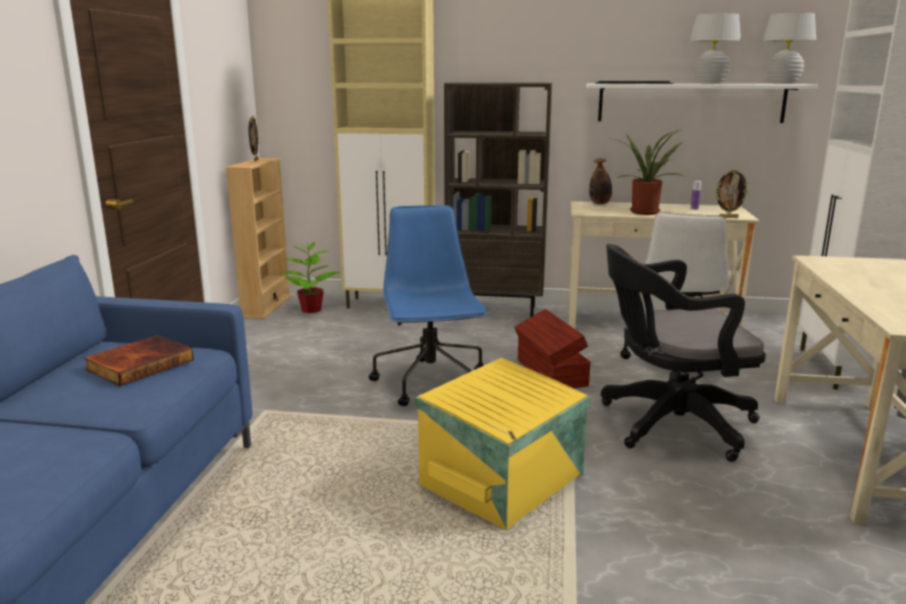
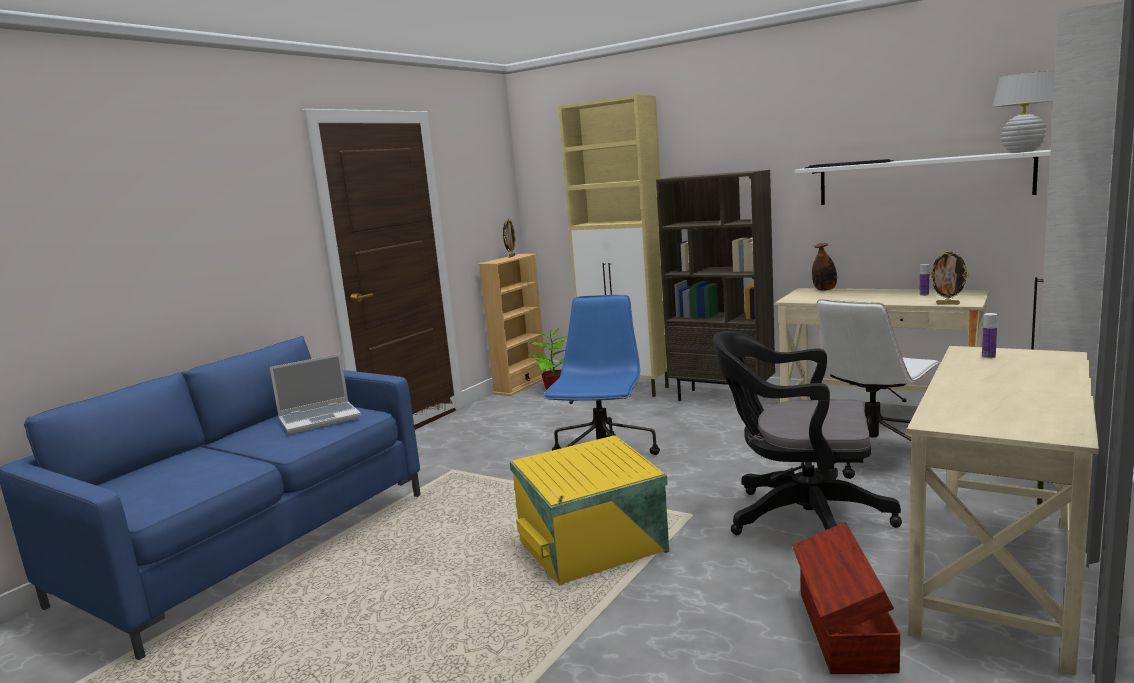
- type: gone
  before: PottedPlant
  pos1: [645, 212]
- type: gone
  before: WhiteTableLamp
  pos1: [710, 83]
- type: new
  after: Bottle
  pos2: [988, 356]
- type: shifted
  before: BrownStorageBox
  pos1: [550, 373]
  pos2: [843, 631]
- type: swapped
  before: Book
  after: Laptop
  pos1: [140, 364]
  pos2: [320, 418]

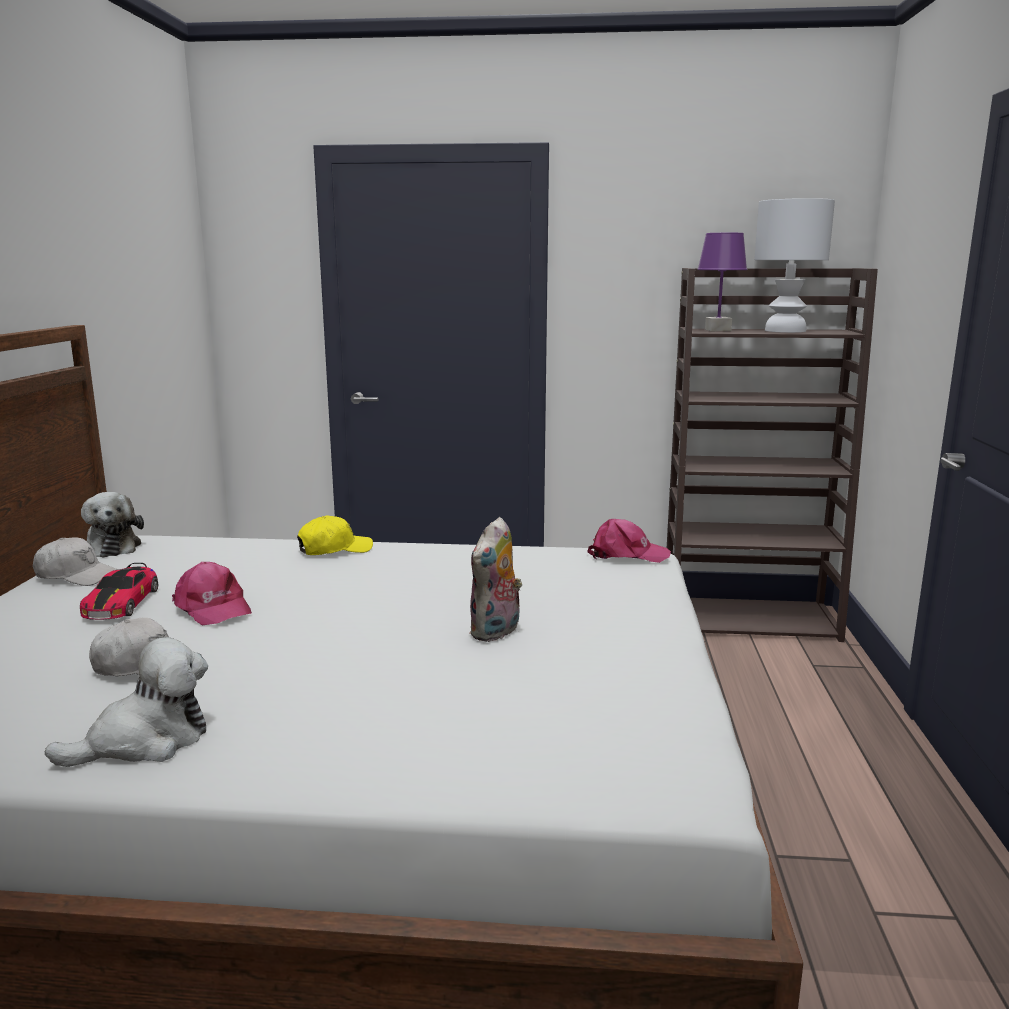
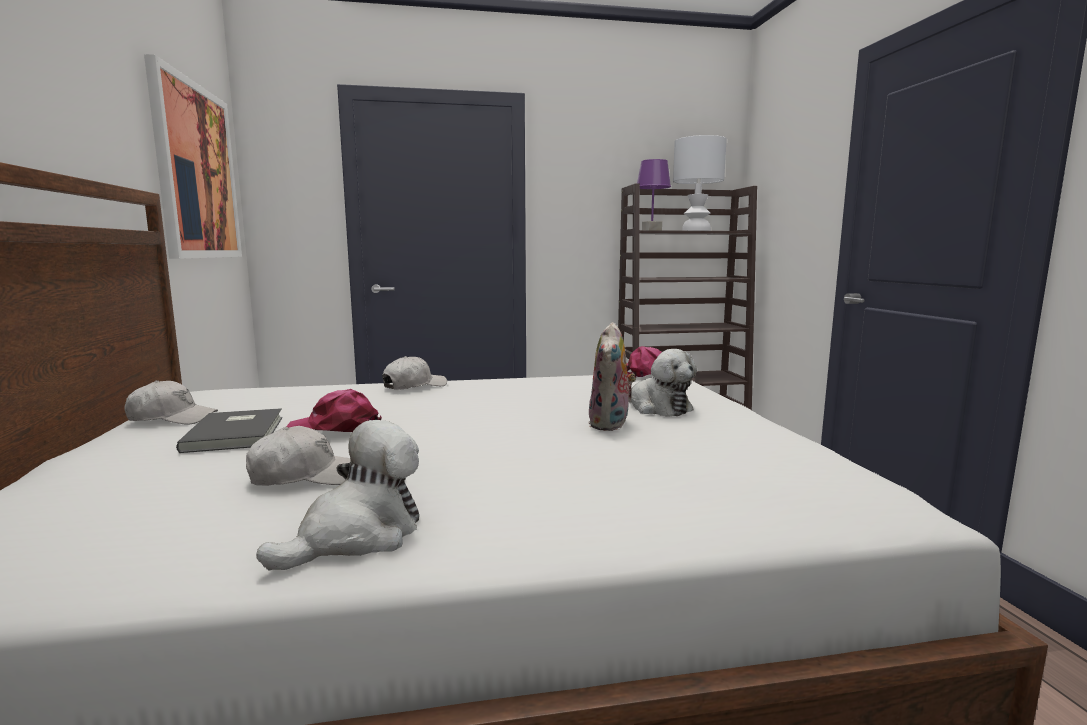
- type: new
  after: Picture
  pos2: [196, 172]
- type: shifted
  before: PlushToy
  pos1: [111, 546]
  pos2: [656, 407]
- type: swapped
  before: ToyCar
  after: GreyBook
  pos1: [122, 603]
  pos2: [238, 433]
- type: repainted
  before: YellowCap
  after: WhiteCap
  pos1: [334, 549]
  pos2: [414, 386]
- type: rotated
  before: PinkCap
  pos1: [212, 607]
  pos2: [336, 429]
  turn: 150

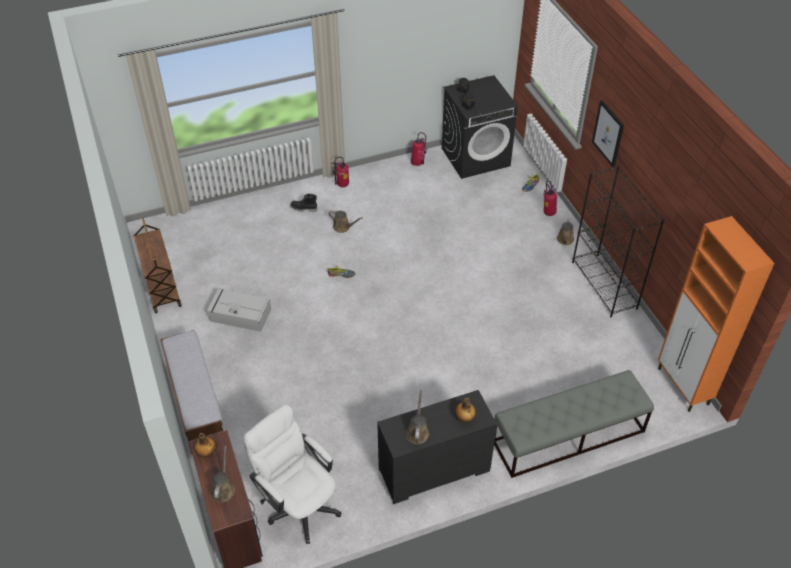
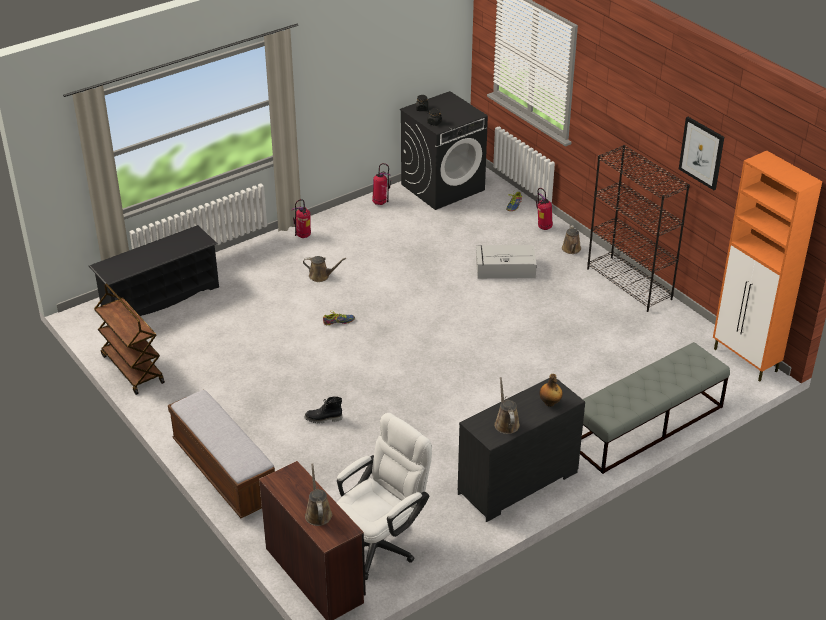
- type: gone
  before: Bottle
  pos1: [207, 453]
- type: new
  after: BlackShoeRack
  pos2: [160, 298]
- type: shifted
  before: GreyStorageBox
  pos1: [239, 315]
  pos2: [504, 268]
- type: shifted
  before: BlackBoot
  pos1: [303, 208]
  pos2: [323, 419]
- type: shifted
  before: Picture
  pos1: [608, 133]
  pos2: [702, 153]
- type: rotated
  before: WhiteOfficeChair
  pos1: [298, 503]
  pos2: [381, 542]
  turn: 105

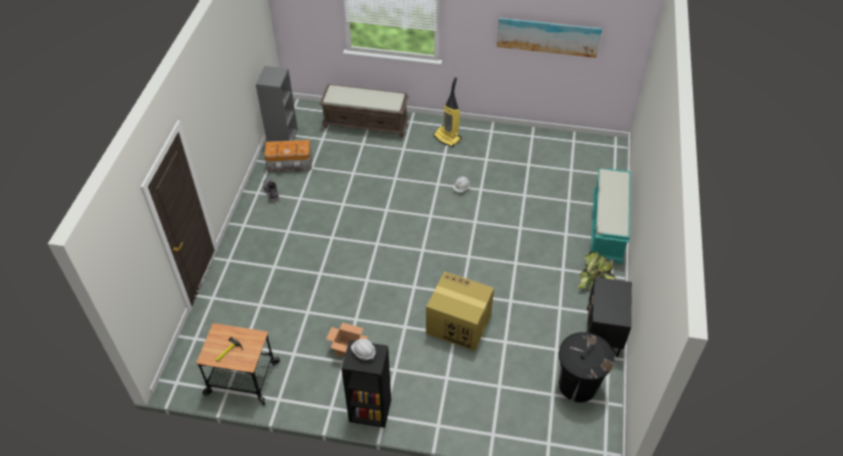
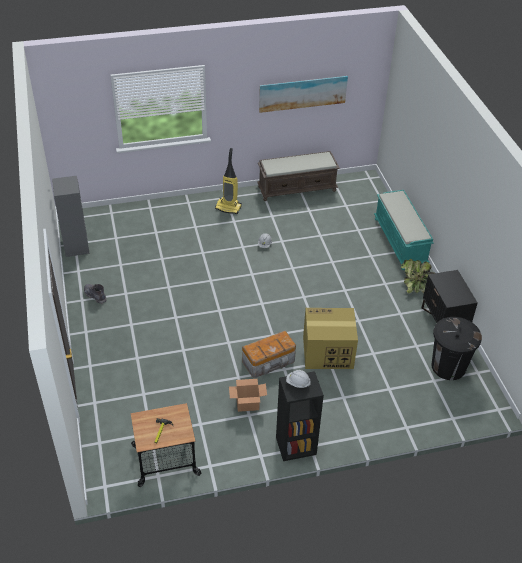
- type: shifted
  before: StorageBox
  pos1: [290, 164]
  pos2: [269, 361]
- type: shifted
  before: BrownBench
  pos1: [366, 124]
  pos2: [297, 188]

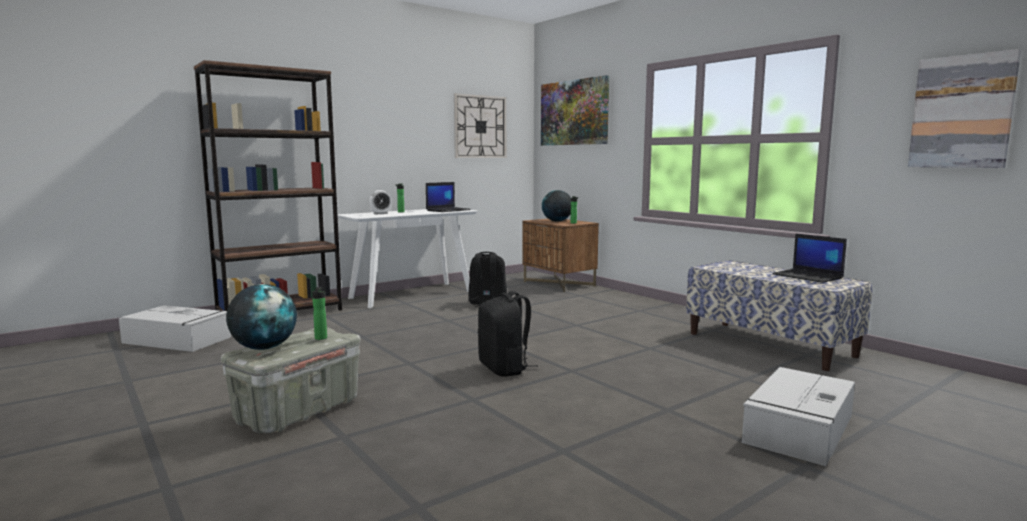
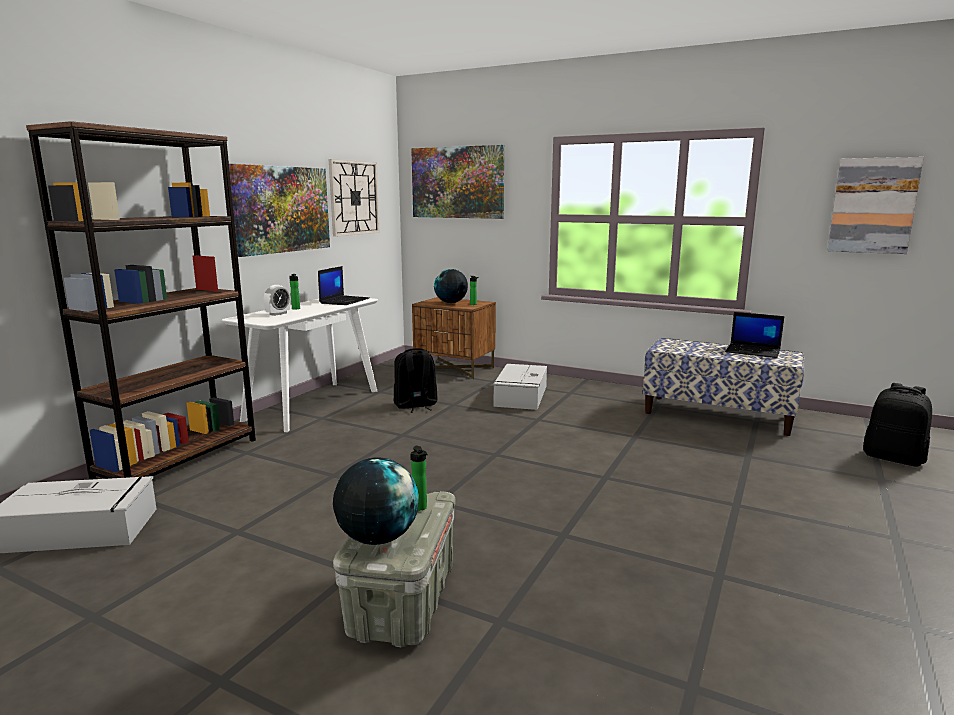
- type: new
  after: Picture
  pos2: [282, 209]
- type: shifted
  before: BlackBackpack
  pos1: [505, 369]
  pos2: [893, 458]
- type: shifted
  before: GreyStorageBox
  pos1: [798, 429]
  pos2: [521, 396]

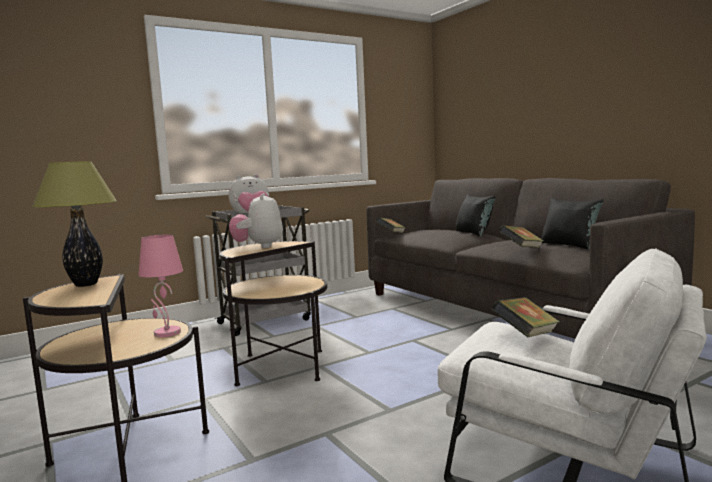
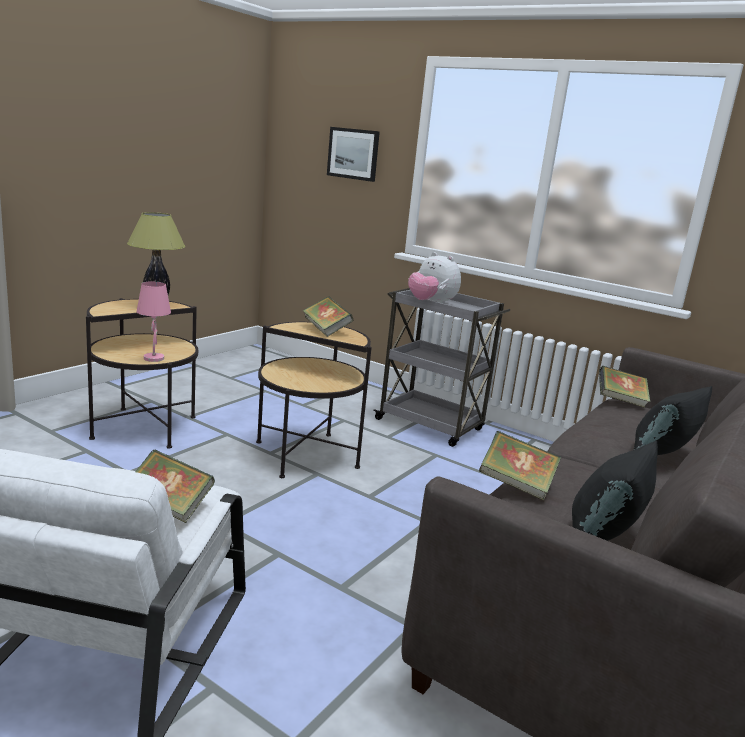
- type: new
  after: Picture
  pos2: [353, 154]
- type: swapped
  before: PlushToy
  after: Book
  pos1: [259, 247]
  pos2: [326, 330]

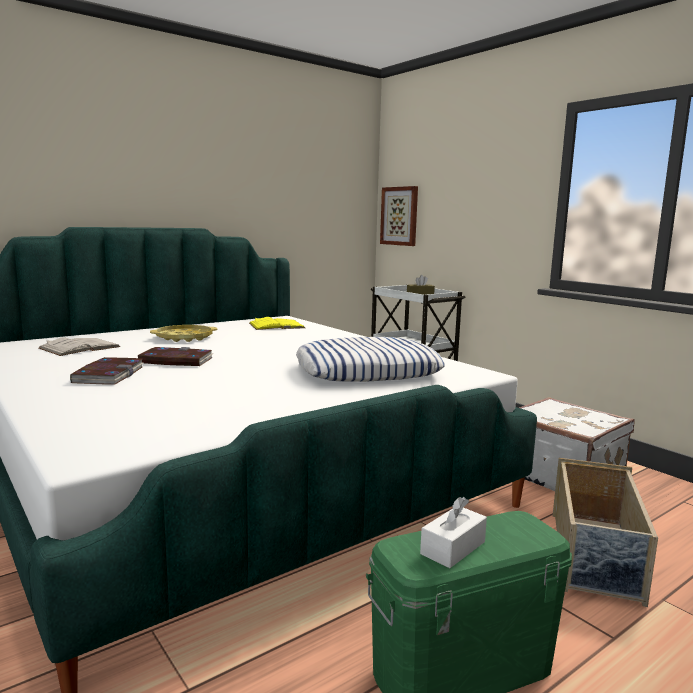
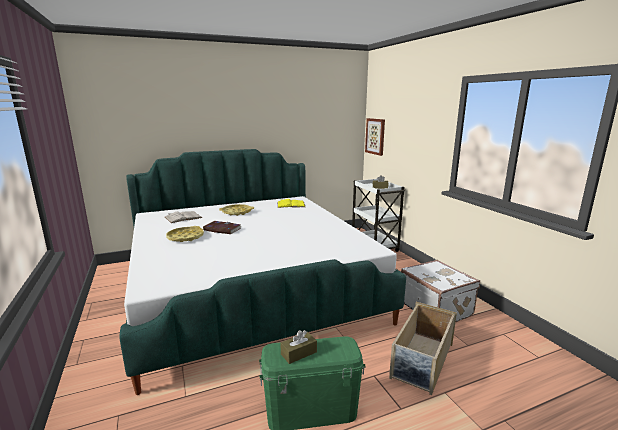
- type: gone
  before: Pillow
  pos1: [368, 371]
- type: swapped
  before: Book
  after: YellowTray
  pos1: [108, 374]
  pos2: [185, 237]
- type: repainted
  before: WhiteTissueBox
  after: BrownTissueBox
  pos1: [453, 548]
  pos2: [298, 353]

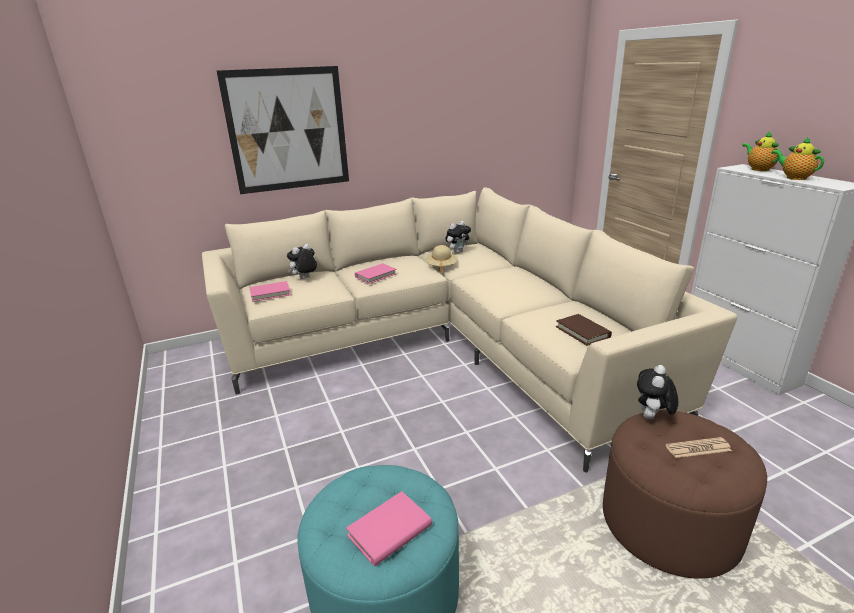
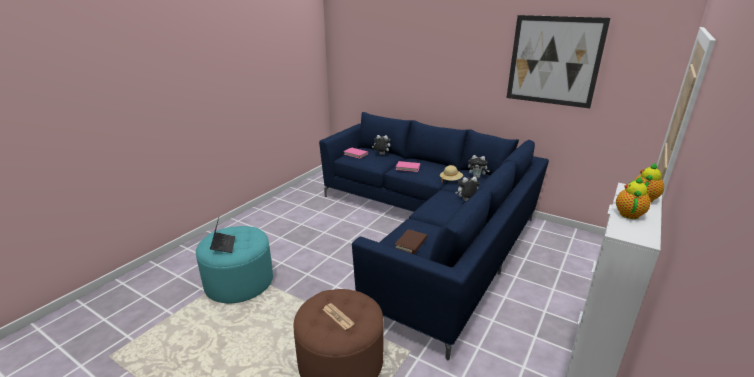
- type: shifted
  before: Picture
  pos1: [288, 130]
  pos2: [553, 61]
- type: shifted
  before: PlushToy
  pos1: [652, 418]
  pos2: [466, 201]
- type: swapped
  before: PinkBook
  after: Laptop
  pos1: [389, 531]
  pos2: [223, 245]
- type: repainted
  before: BeigeSofa
  after: BlueSofa
  pos1: [445, 347]
  pos2: [430, 232]

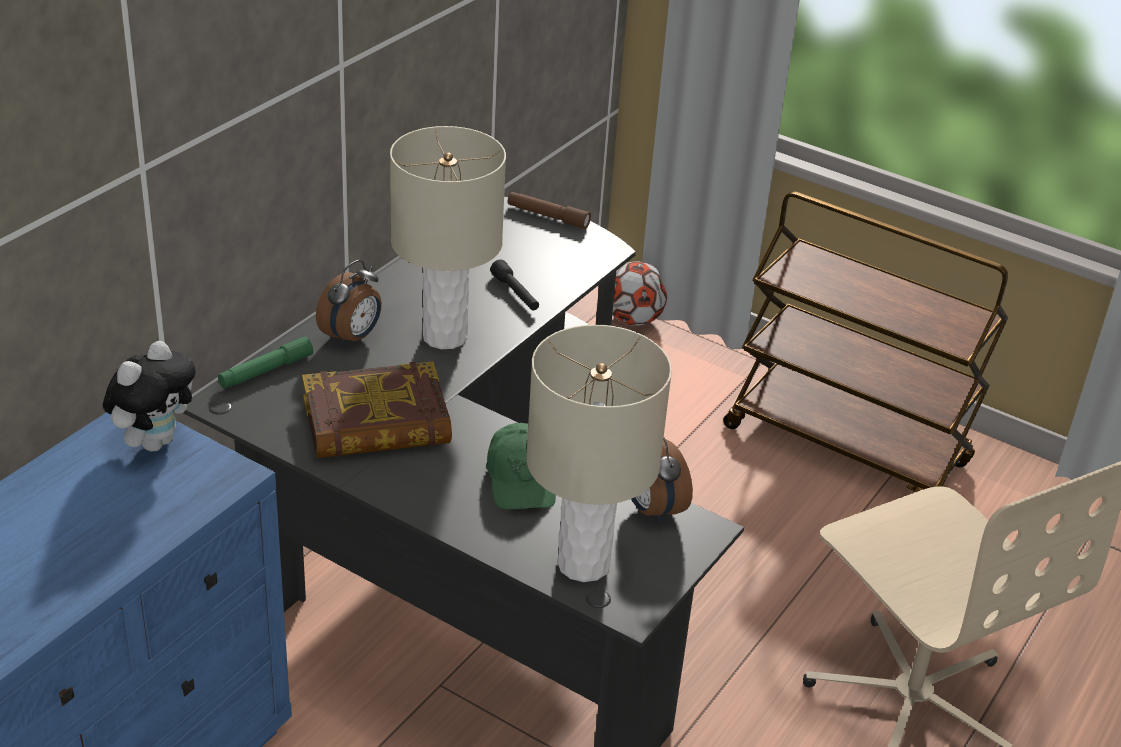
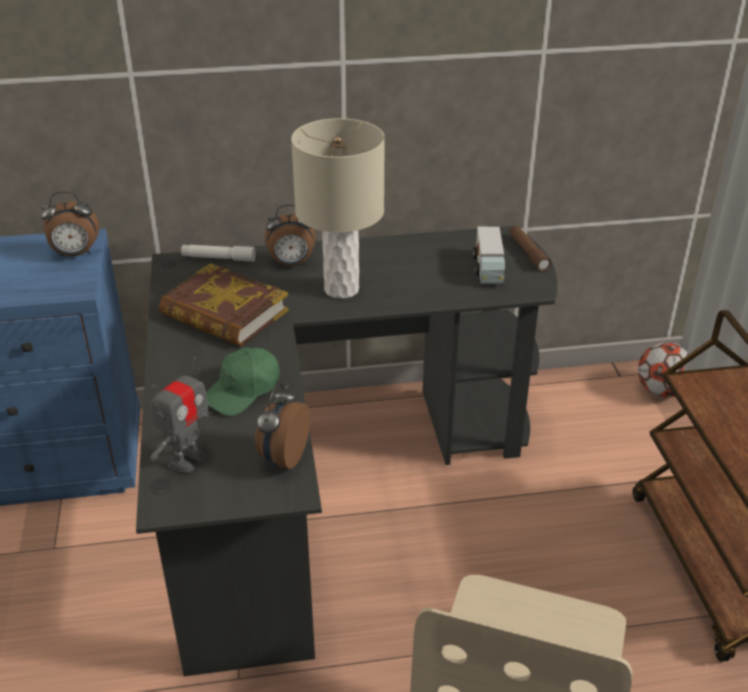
- type: gone
  before: BlackFlashlight
  pos1: [515, 294]
- type: new
  after: ToyTruck
  pos2: [489, 269]
- type: swapped
  before: PlushToy
  after: AlarmClock
  pos1: [155, 441]
  pos2: [75, 254]
- type: swapped
  before: BeigeTableLamp
  after: ToyRobot
  pos1: [582, 563]
  pos2: [186, 459]
- type: repainted
  before: GreenFlashlight
  after: WhiteFlashlight
  pos1: [266, 371]
  pos2: [218, 258]

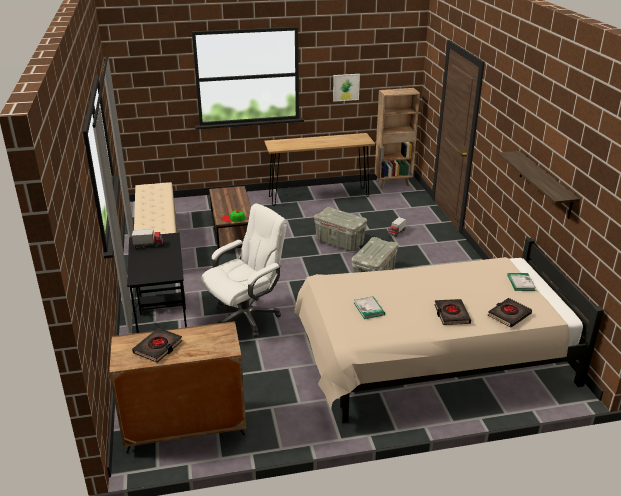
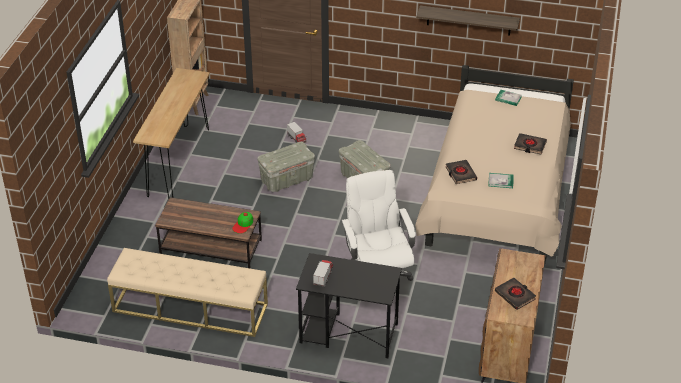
- type: gone
  before: Picture
  pos1: [346, 87]
- type: shifted
  before: BlackBook
  pos1: [509, 315]
  pos2: [460, 174]

